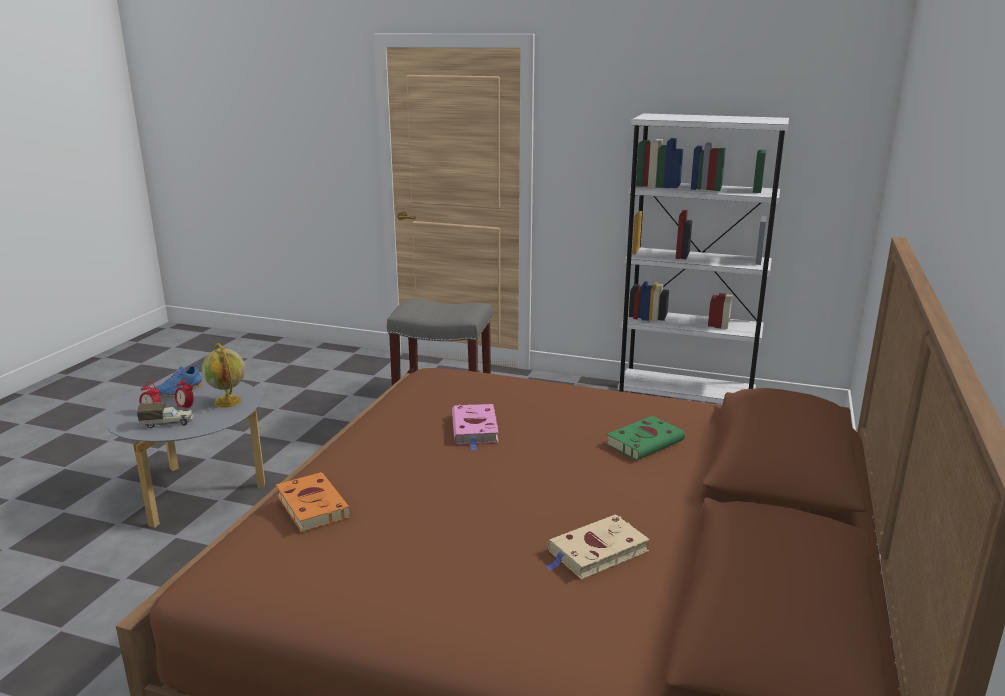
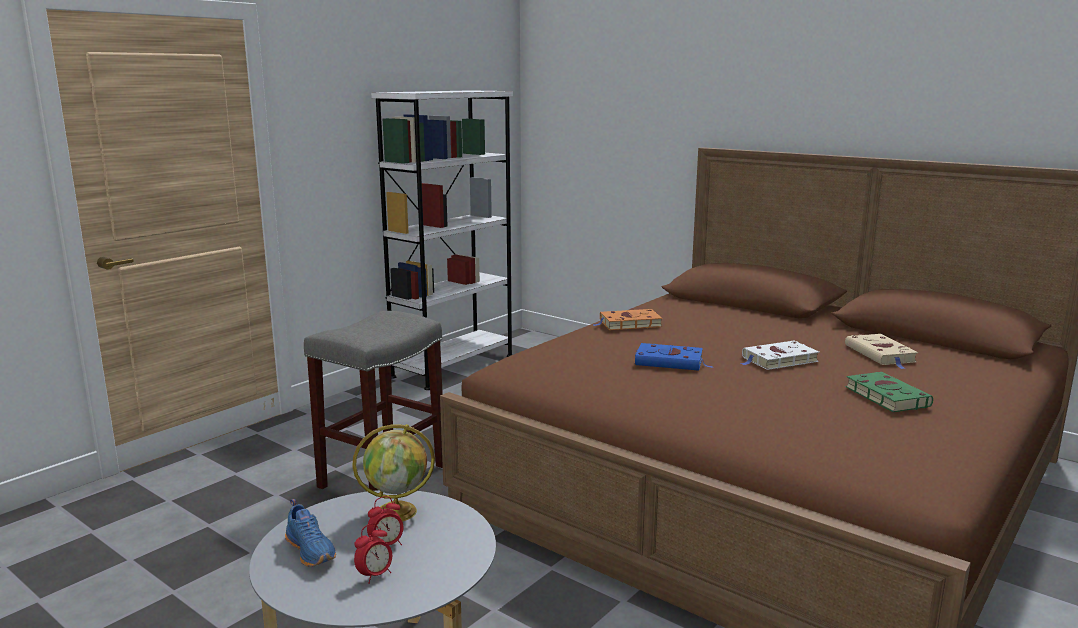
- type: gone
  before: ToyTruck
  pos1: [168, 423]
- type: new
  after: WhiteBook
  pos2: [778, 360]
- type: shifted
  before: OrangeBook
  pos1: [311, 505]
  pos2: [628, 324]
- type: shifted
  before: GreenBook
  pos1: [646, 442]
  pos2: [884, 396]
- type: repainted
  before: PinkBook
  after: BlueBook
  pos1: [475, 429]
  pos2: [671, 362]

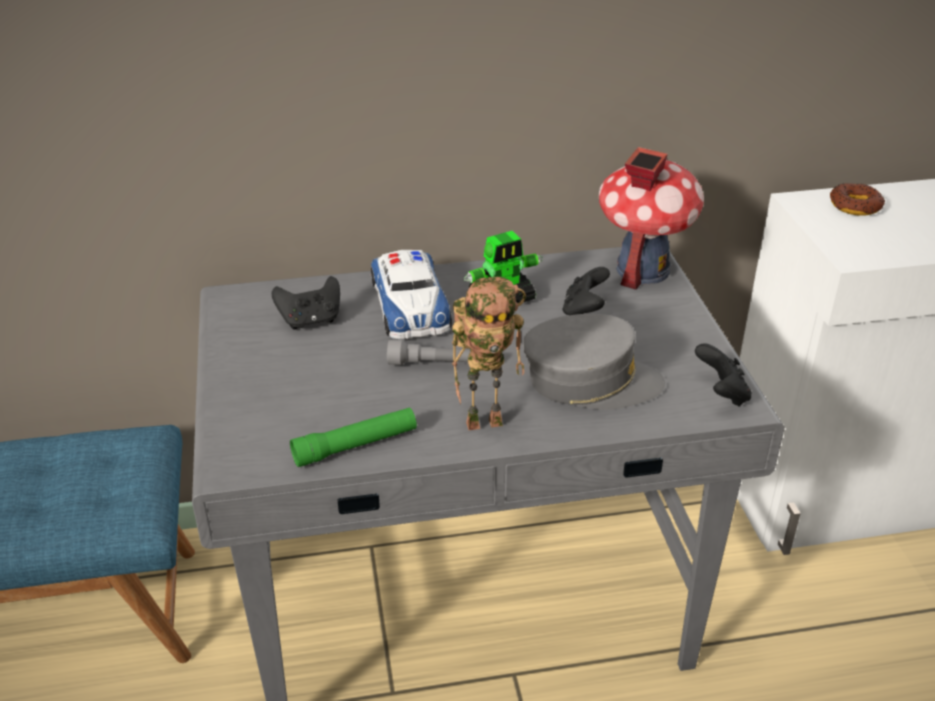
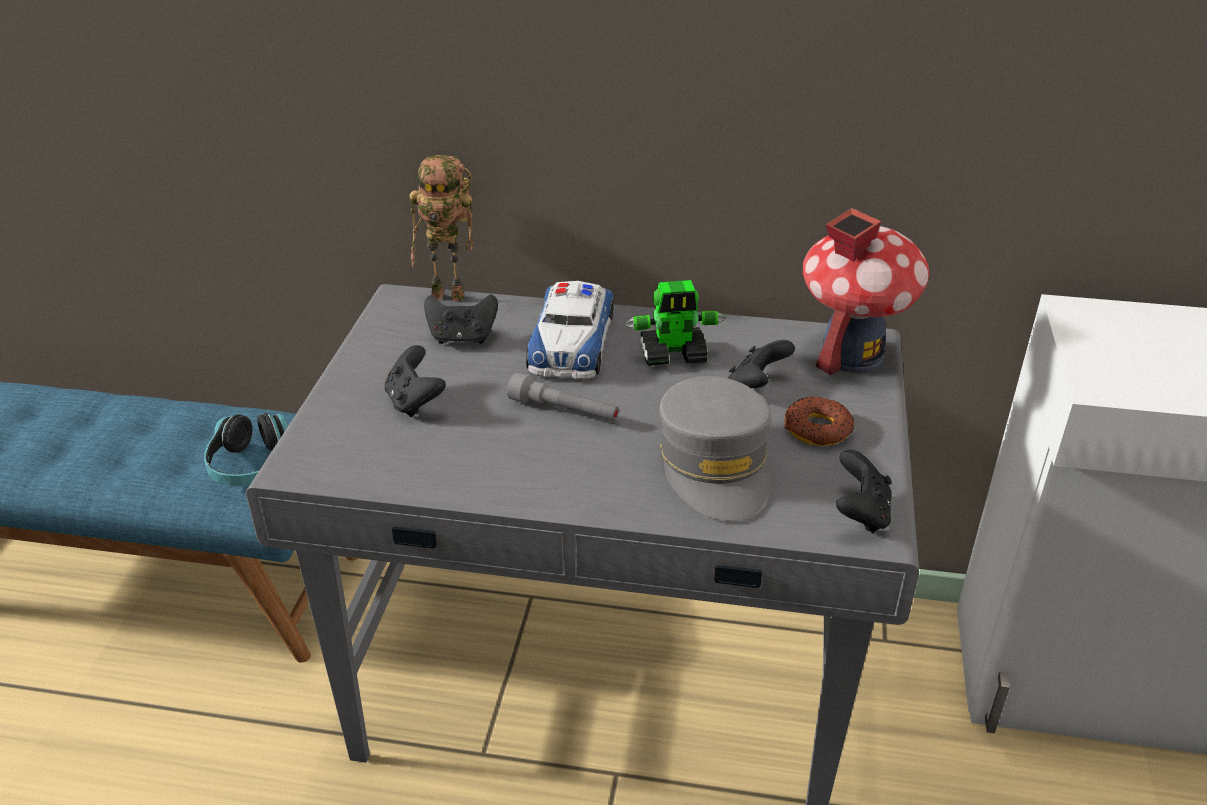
- type: gone
  before: GreenFlashlight
  pos1: [355, 446]
- type: new
  after: Headphones
  pos2: [252, 465]
- type: new
  after: BlackGameController
  pos2: [414, 402]
- type: shifted
  before: ToyRobot
  pos1: [486, 421]
  pos2: [451, 295]
- type: shifted
  before: Donut
  pos1: [855, 206]
  pos2: [817, 429]
- type: rotated
  before: GreyCap
  pos1: [590, 381]
  pos2: [715, 465]
  turn: 60

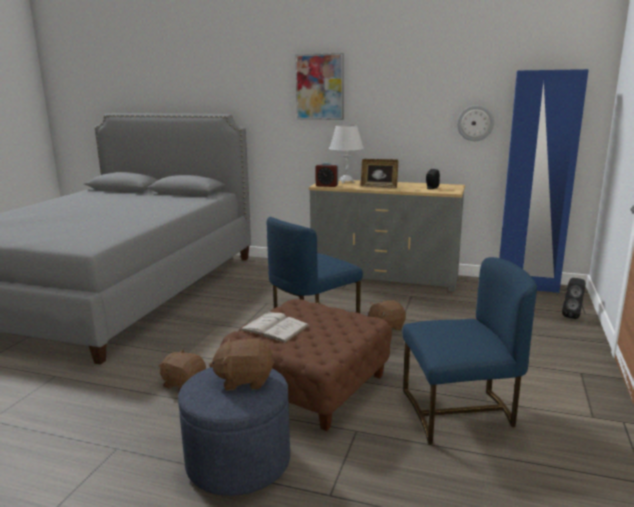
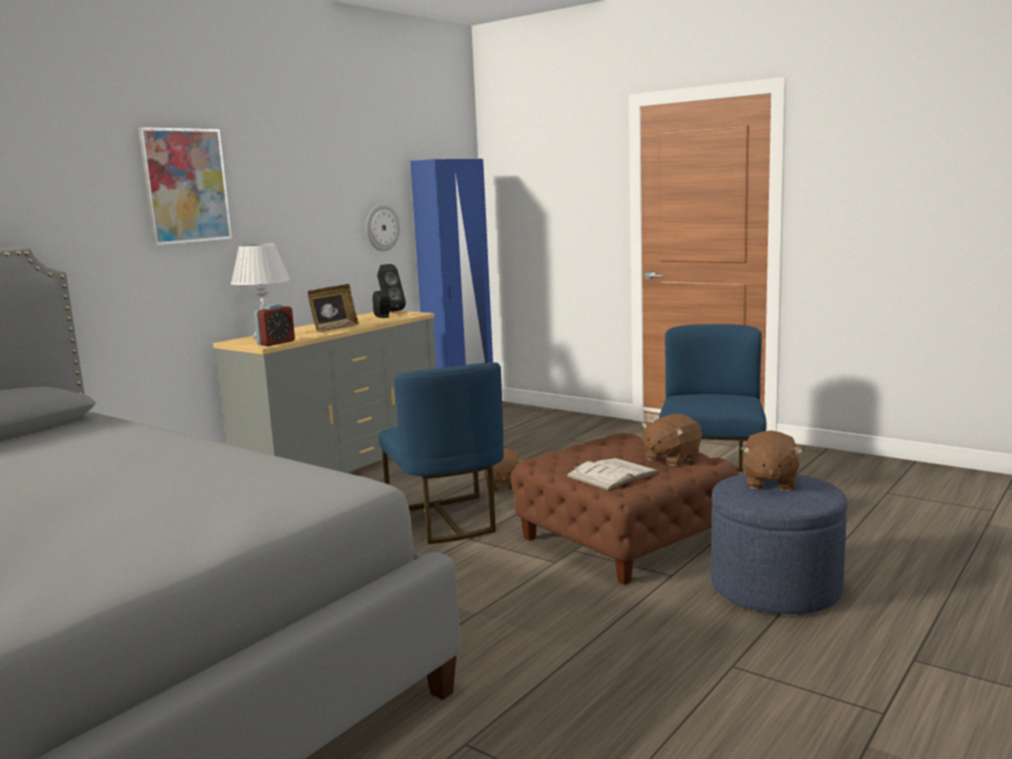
- type: shifted
  before: BrownPlushToy
  pos1: [184, 384]
  pos2: [671, 458]
- type: shifted
  before: BlackSpeaker
  pos1: [572, 315]
  pos2: [390, 311]

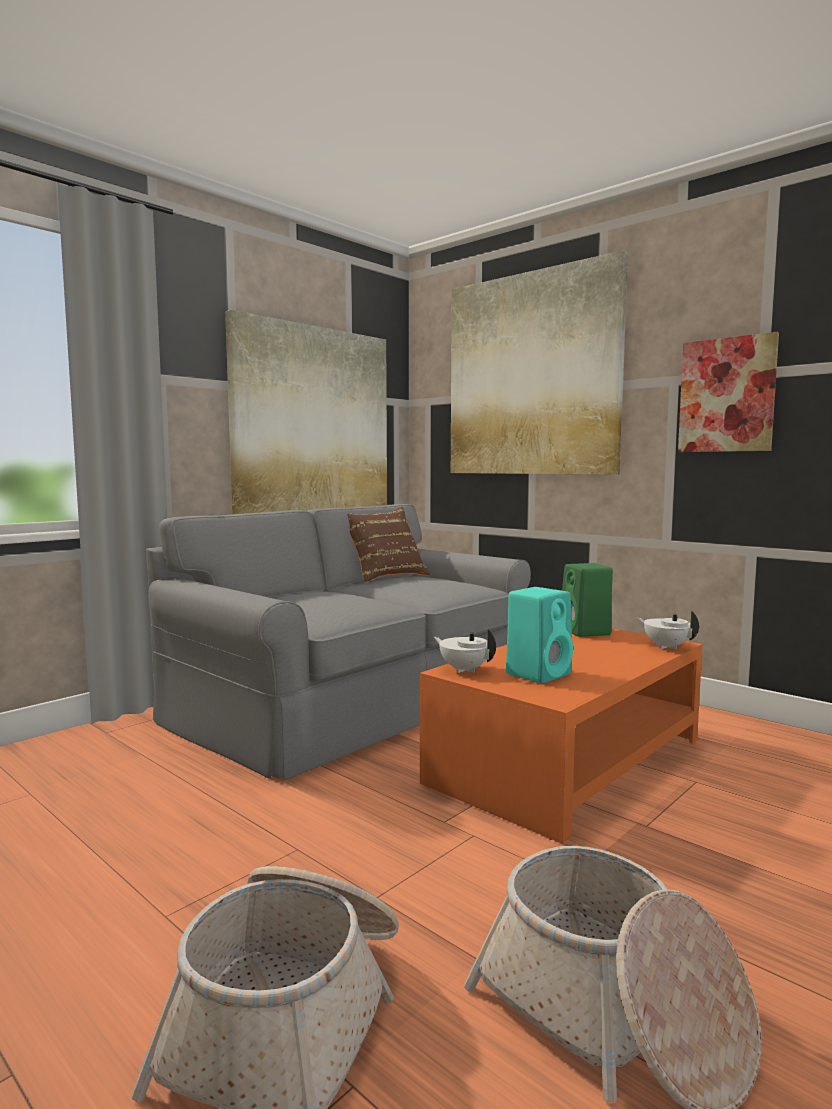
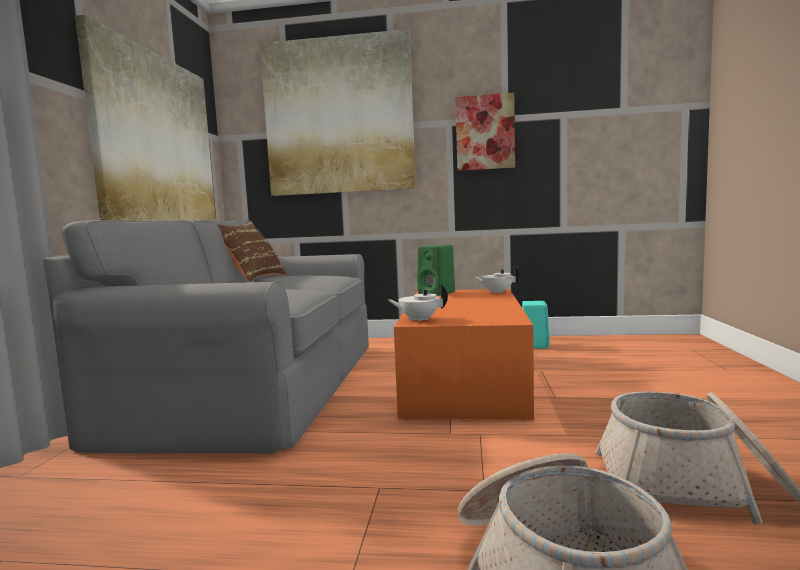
- type: shifted
  before: TurquoiseSpeaker
  pos1: [539, 673]
  pos2: [534, 345]

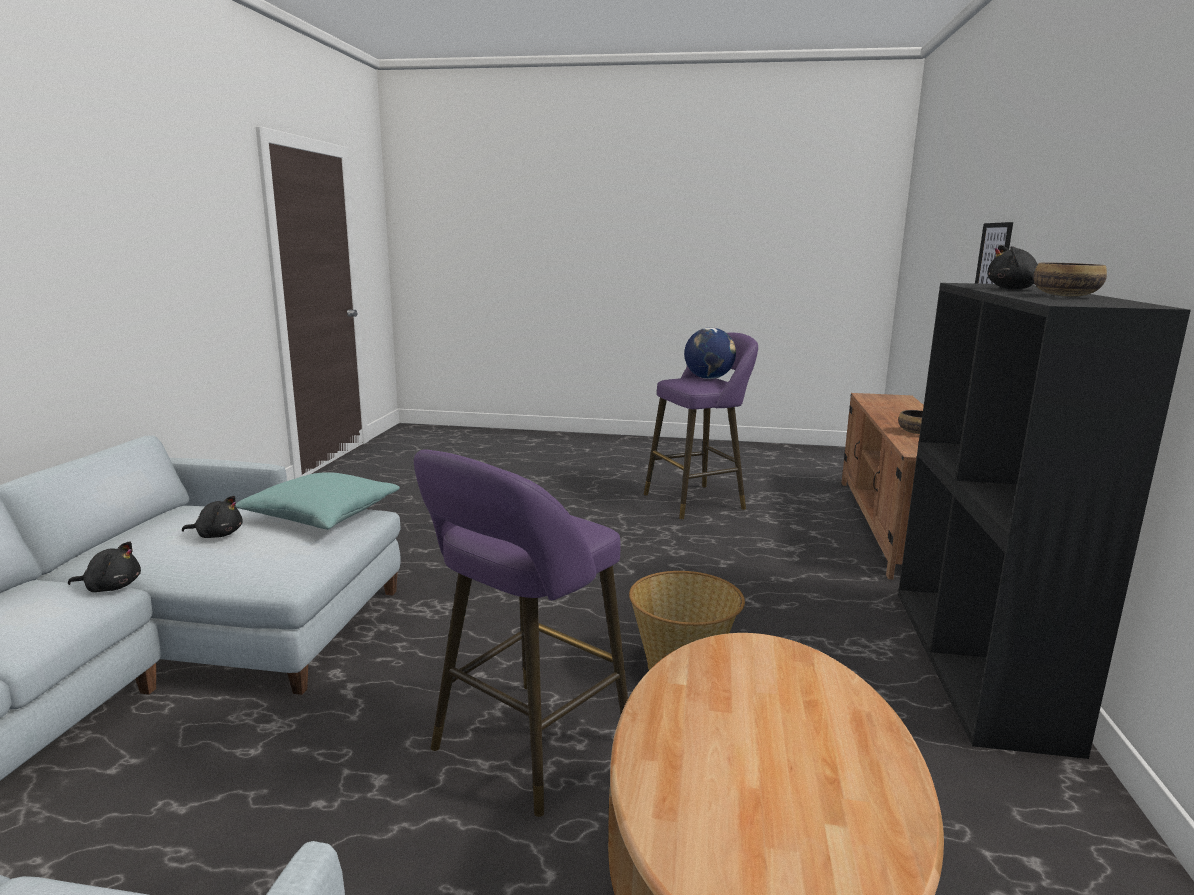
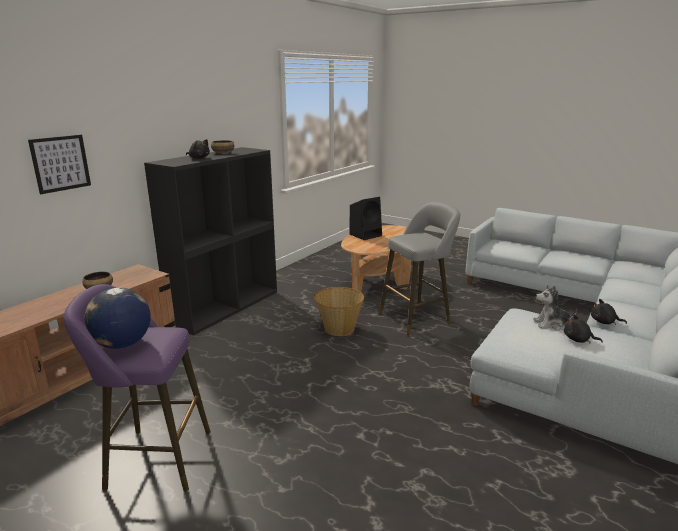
- type: gone
  before: TurquoisePillow
  pos1: [322, 517]
- type: new
  after: BlackSpeaker
  pos2: [366, 235]
- type: new
  after: PlushToy
  pos2: [551, 324]
- type: repainted
  before: PurpleStool
  after: GreyStool
  pos1: [524, 749]
  pos2: [417, 317]

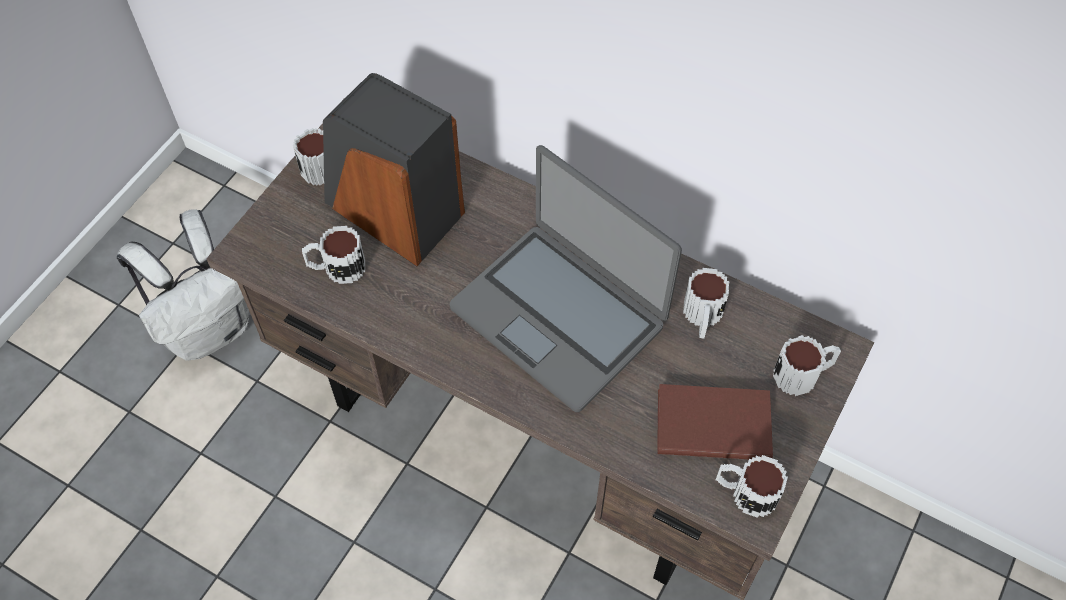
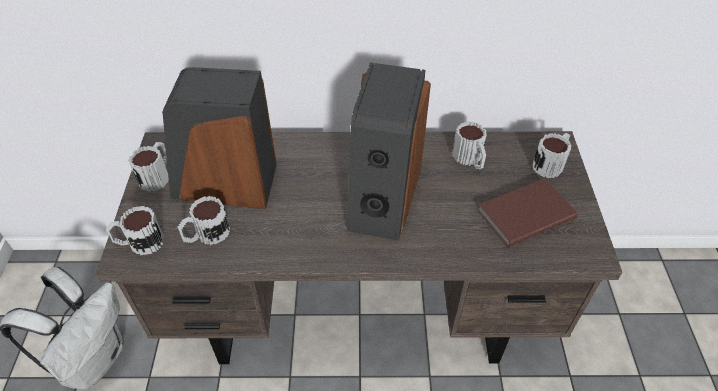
- type: shifted
  before: Mug
  pos1: [745, 492]
  pos2: [139, 242]
- type: swapped
  before: Laptop
  after: Speaker
  pos1: [559, 315]
  pos2: [383, 196]

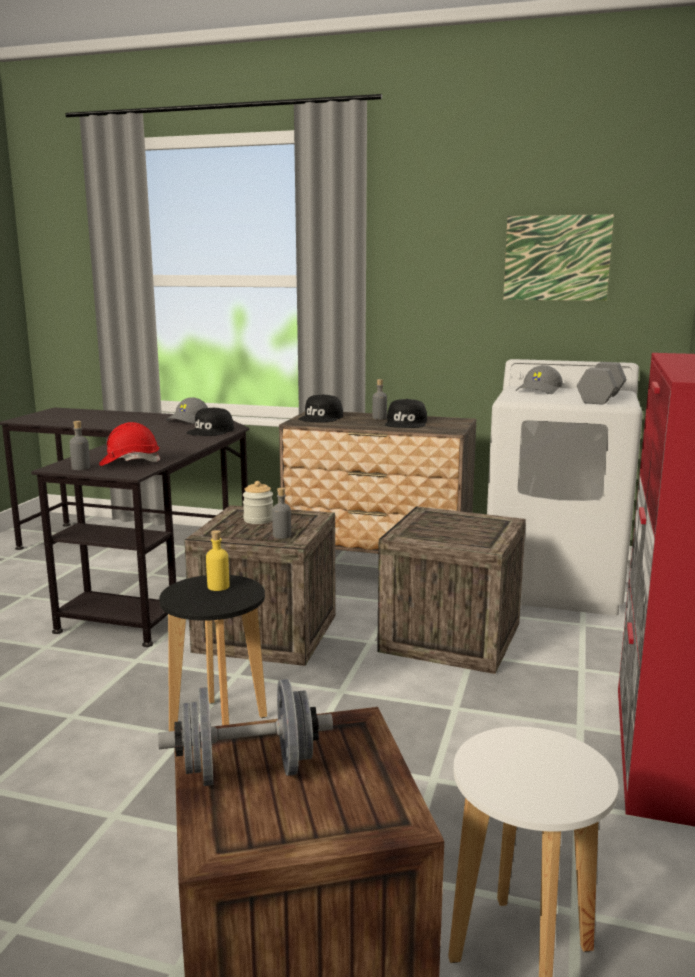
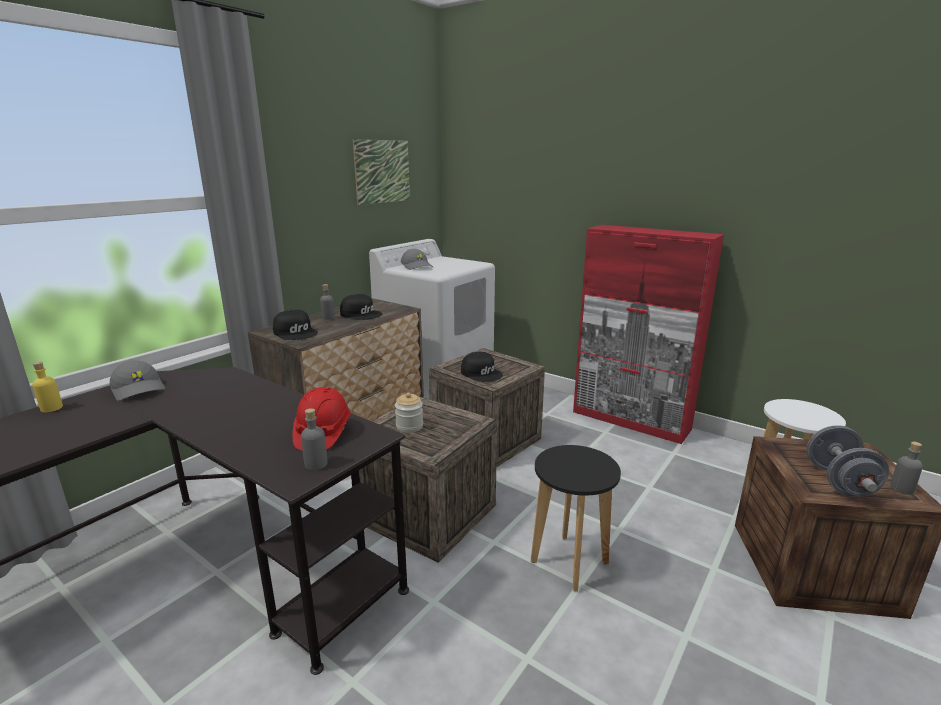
- type: gone
  before: GreyDumbbell
  pos1: [601, 398]
- type: shifted
  before: BlackCap
  pos1: [211, 431]
  pos2: [482, 373]
- type: shifted
  before: YellowBottle
  pos1: [218, 586]
  pos2: [51, 408]
- type: shifted
  before: GreyBottle
  pos1: [282, 535]
  pos2: [901, 489]

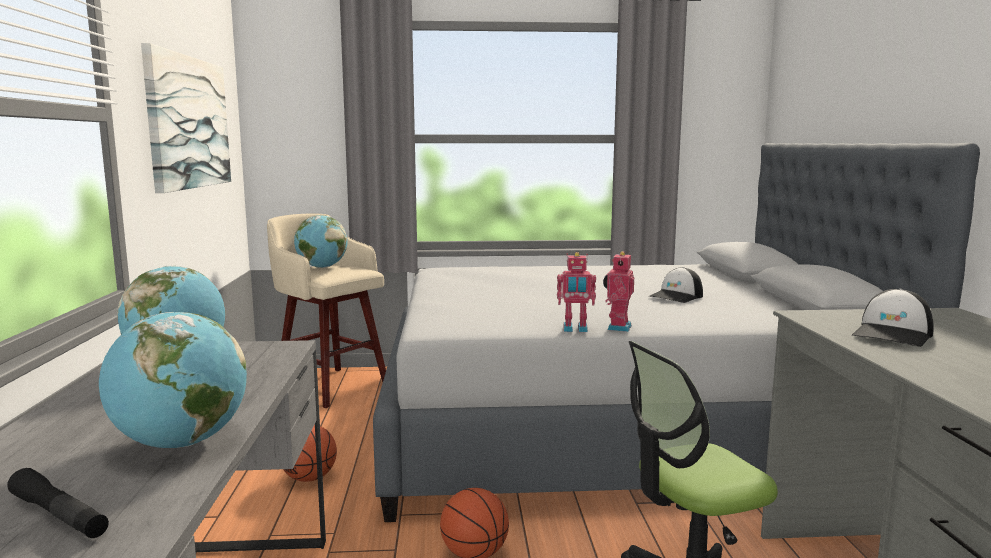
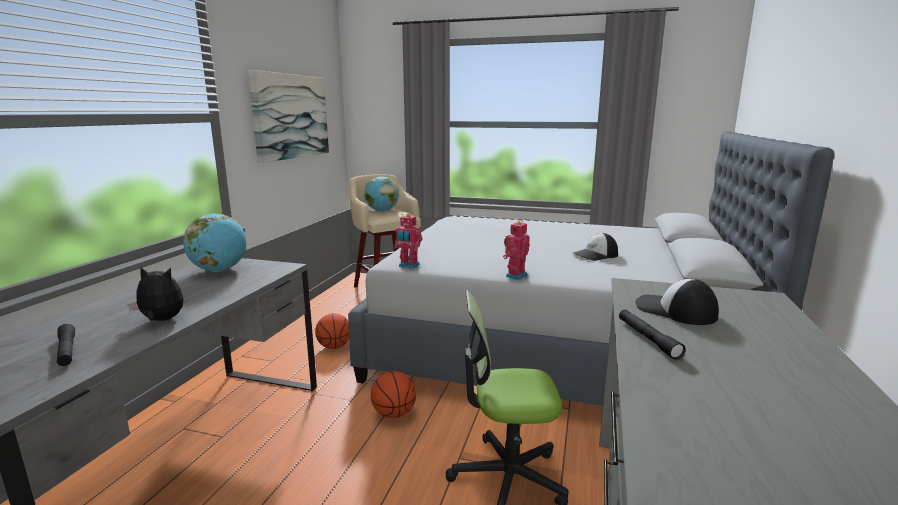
- type: new
  after: BlackFlashlight
  pos2: [647, 339]
- type: shifted
  before: ToyRobot
  pos1: [575, 329]
  pos2: [408, 266]
- type: swapped
  before: Globe
  after: PlushToy
  pos1: [181, 443]
  pos2: [161, 320]
- type: rotated
  before: Cap
  pos1: [893, 335]
  pos2: [674, 311]
  turn: 75

